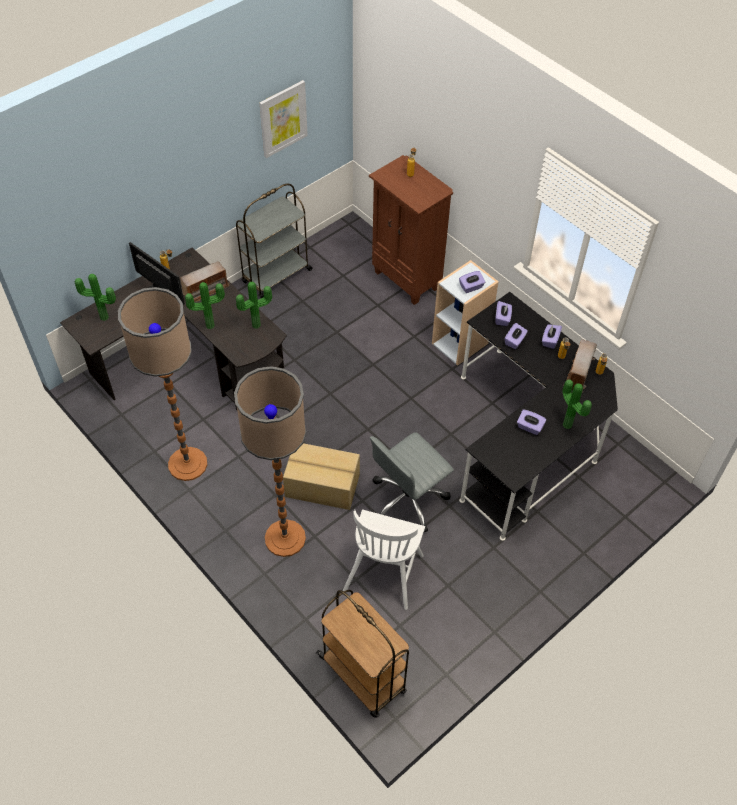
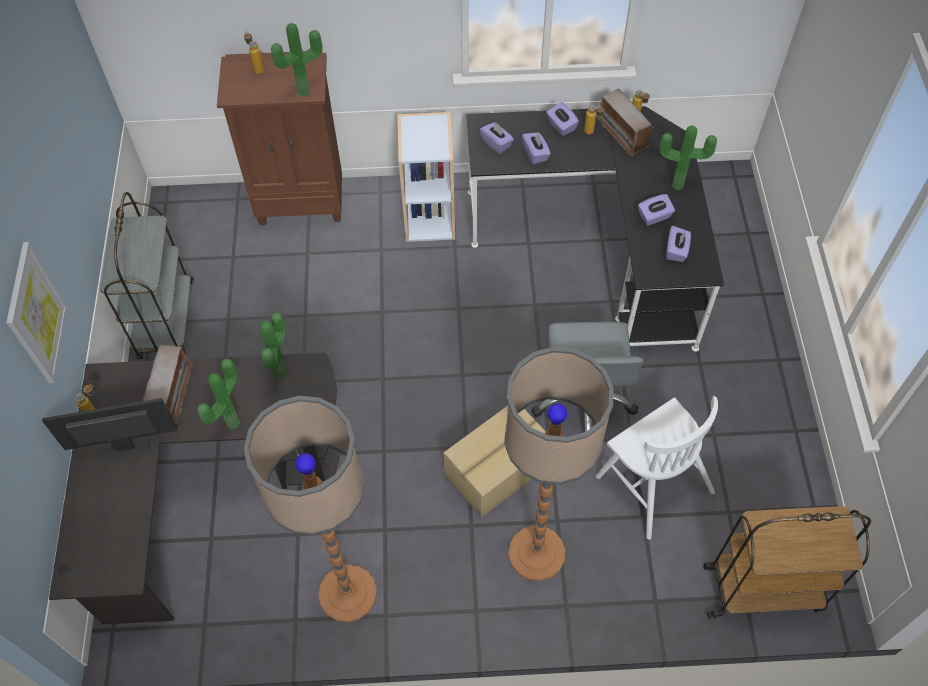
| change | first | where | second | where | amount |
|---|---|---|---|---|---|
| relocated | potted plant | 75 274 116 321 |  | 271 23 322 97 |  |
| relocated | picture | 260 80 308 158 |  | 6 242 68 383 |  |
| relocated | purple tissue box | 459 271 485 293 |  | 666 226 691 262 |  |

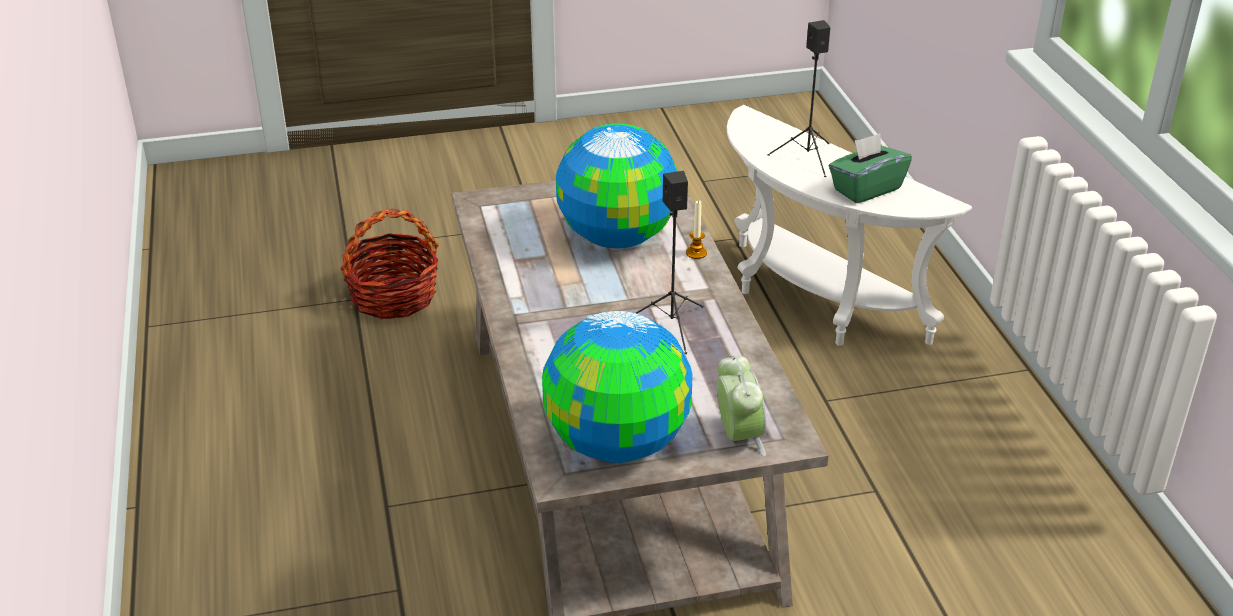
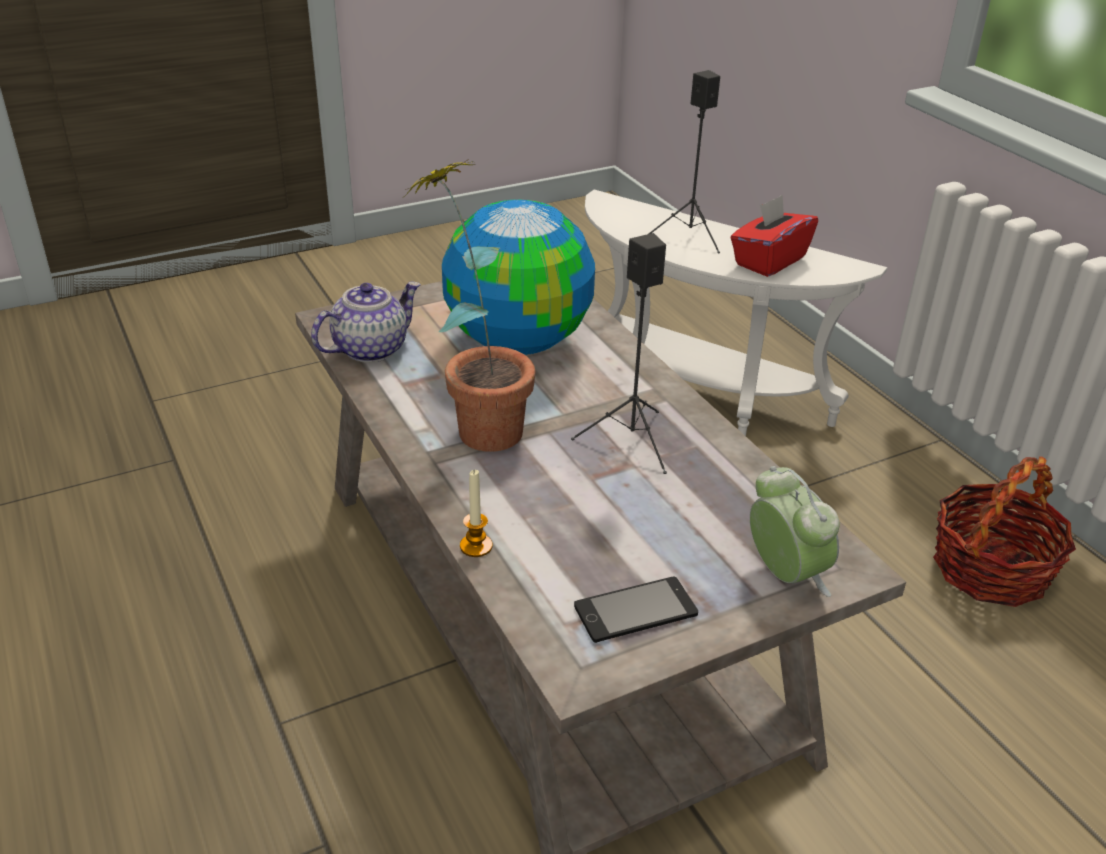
| change | first | where | second | where | amount |
|---|---|---|---|---|---|
| appeared |  |  | teapot | 311 282 421 363 |  |
| appeared |  |  | potted plant | 404 159 536 452 |  |
| relocated | basket | 340 208 439 319 |  | 933 456 1076 607 |  |
| relocated | candle | 686 200 707 259 |  | 460 470 492 557 |  |
| exchanged | globe | 542 311 693 463 | phone | 574 577 698 643 |  |
| colour | green tissue box | 829 133 912 203 | red tissue box | 730 195 818 277 |  |

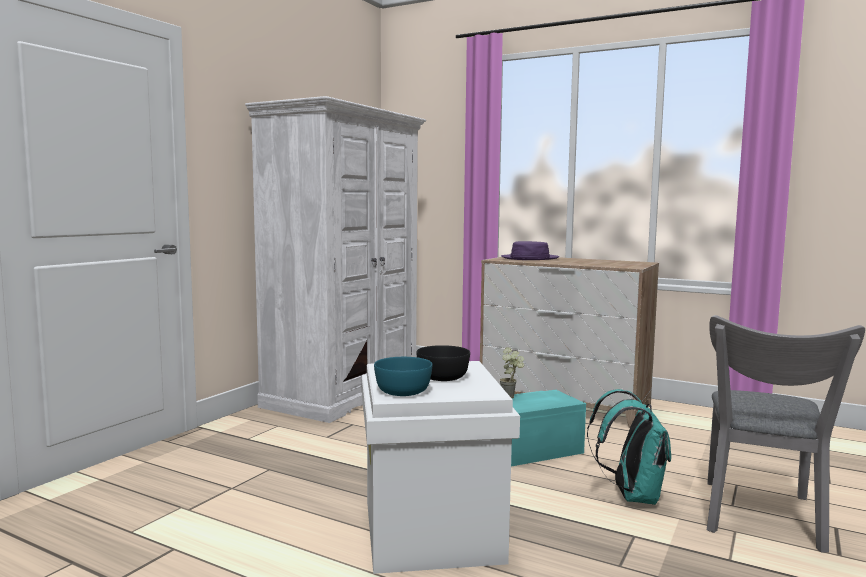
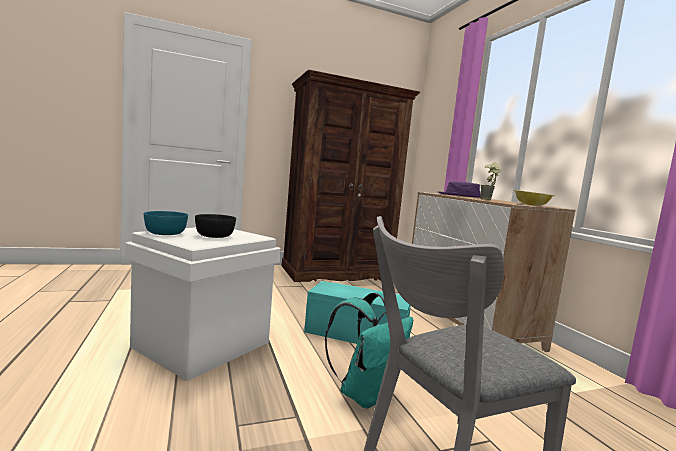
| change | first | where | second | where | amount |
|---|---|---|---|---|---|
| appeared |  |  | bowl | 514 190 555 206 |  |
| relocated | potted plant | 499 347 524 398 |  | 480 162 502 200 |  |
| colour | white wardrobe | 245 96 426 423 | brown wardrobe | 282 70 420 282 |  |

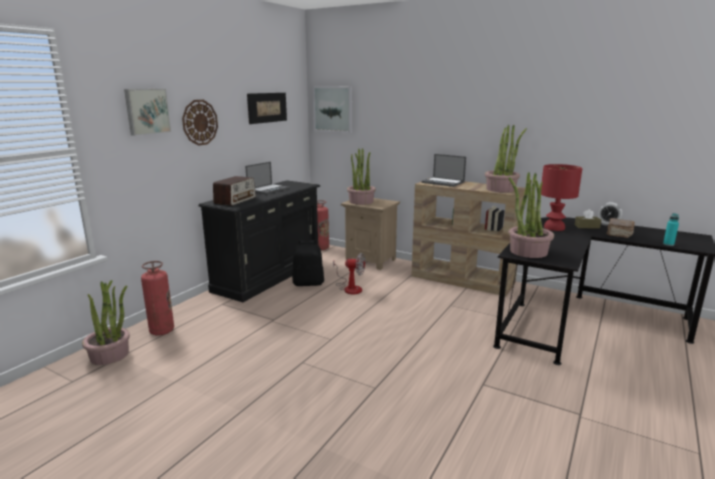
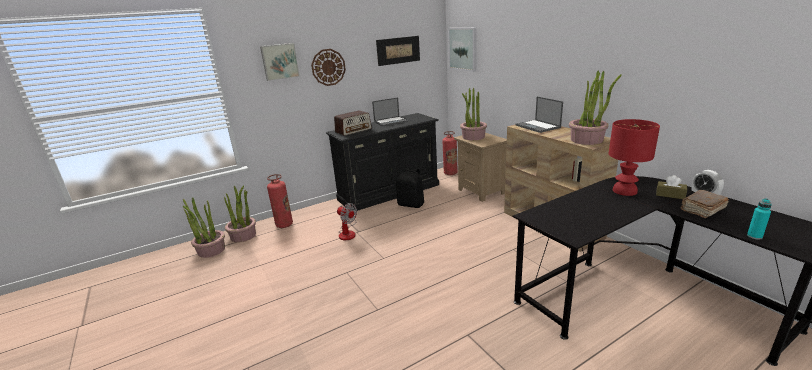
| change | first | where | second | where | amount |
|---|---|---|---|---|---|
| relocated | fan | 333 253 365 294 |  | 337 203 357 240 |  |
| relocated | potted plant | 508 172 554 258 |  | 183 197 225 258 |  |

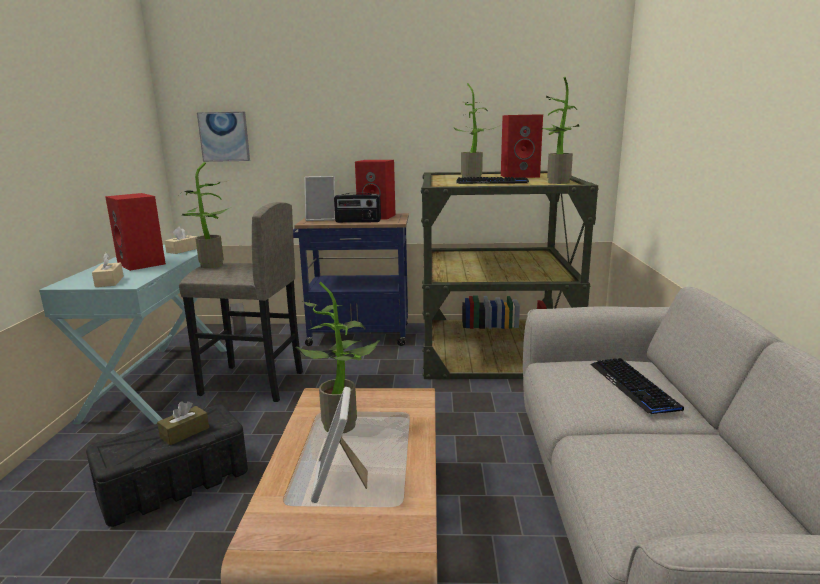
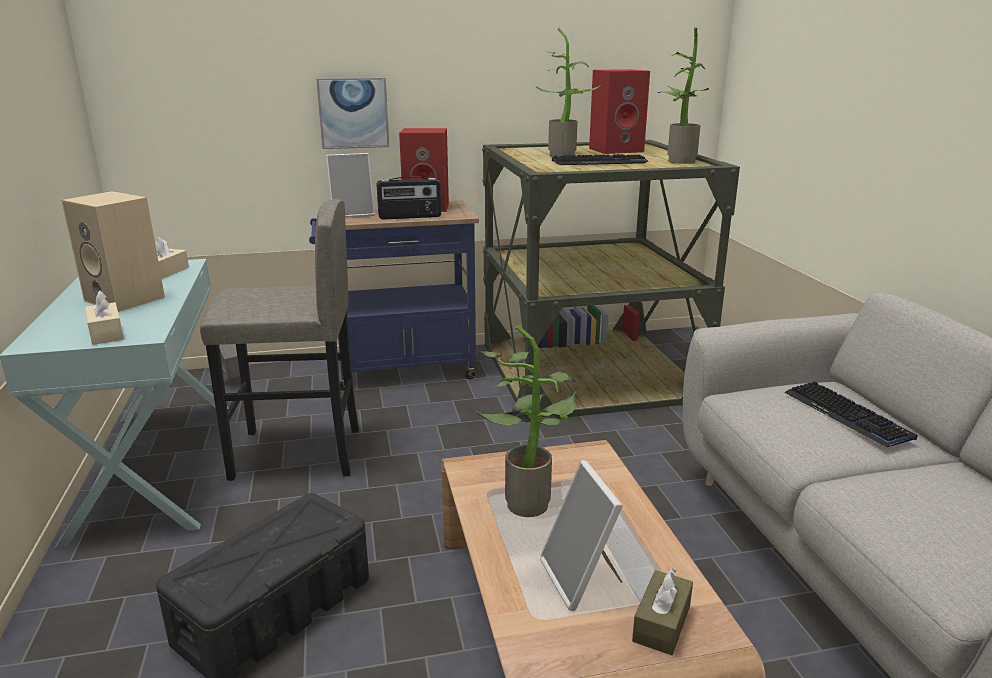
| change | first | where | second | where | amount |
|---|---|---|---|---|---|
| missing | potted plant | 179 162 229 268 |  |  |  |
| relocated | brown tissue box | 157 401 209 445 |  | 632 569 693 655 |  |
| relocated | picture | 197 112 250 162 |  | 316 78 389 149 |  |
| colour | red speaker | 105 193 166 271 | beige speaker | 61 191 165 312 |  |

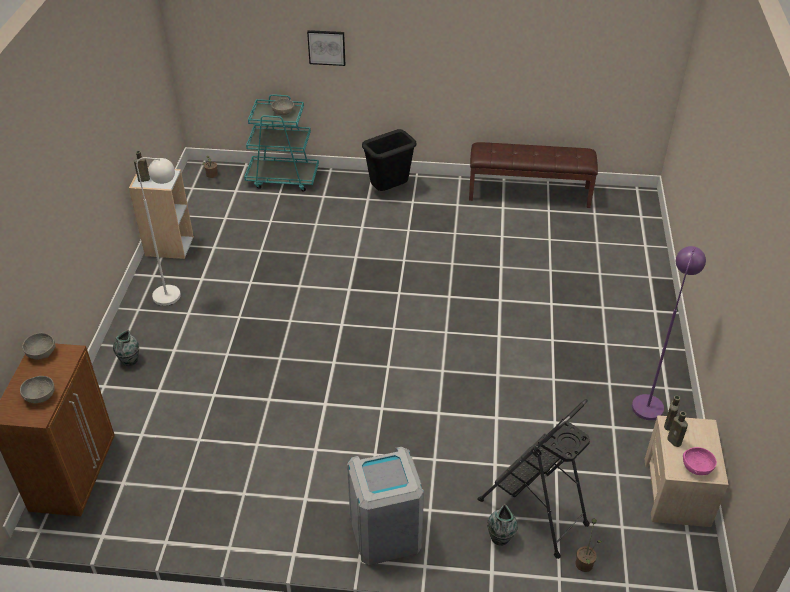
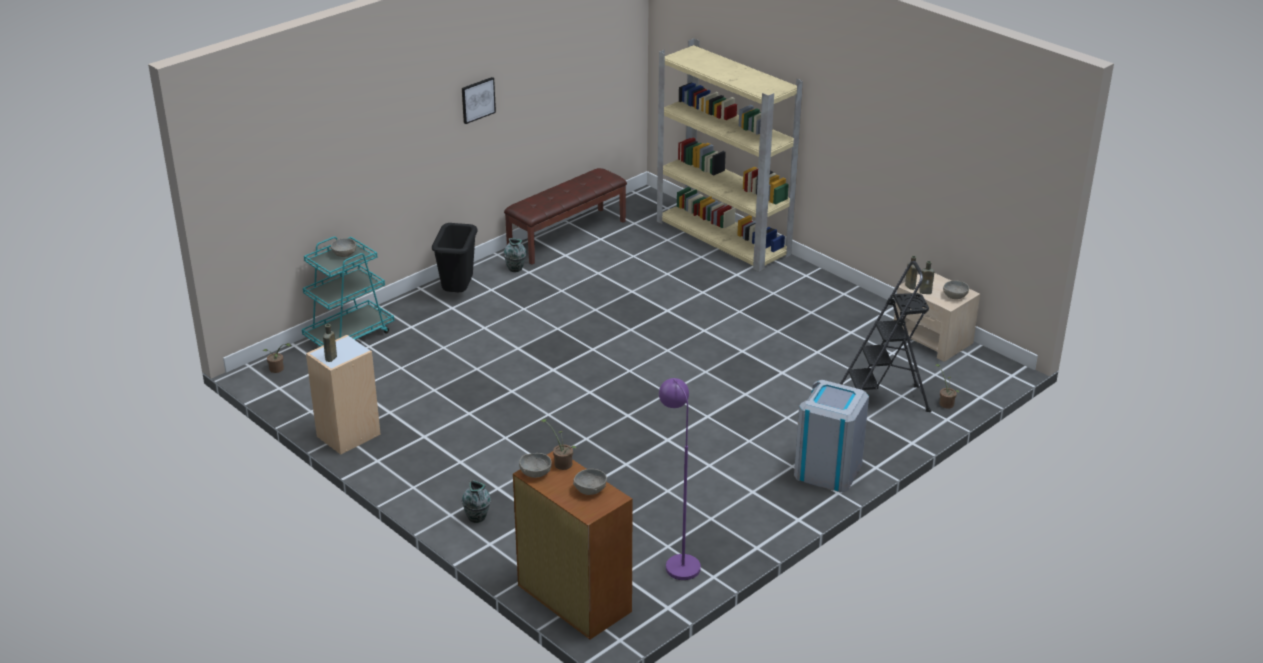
| change | first | where | second | where | amount |
|---|---|---|---|---|---|
| missing | white floor lamp | 136 157 181 306 |  |  |  |
| appeared |  |  | potted plant | 541 419 577 470 |  |
| appeared |  |  | beige bookcase | 657 39 803 272 |  |
| relocated | picture | 307 30 345 66 |  | 462 77 496 124 |  |
| relocated | vase | 487 504 518 546 |  | 503 238 526 272 |  |
| relocated | purple floor lamp | 632 246 706 420 |  | 659 378 701 580 |  |
| colour | pink bowl | 683 447 717 475 | grey bowl | 943 280 969 299 |  |

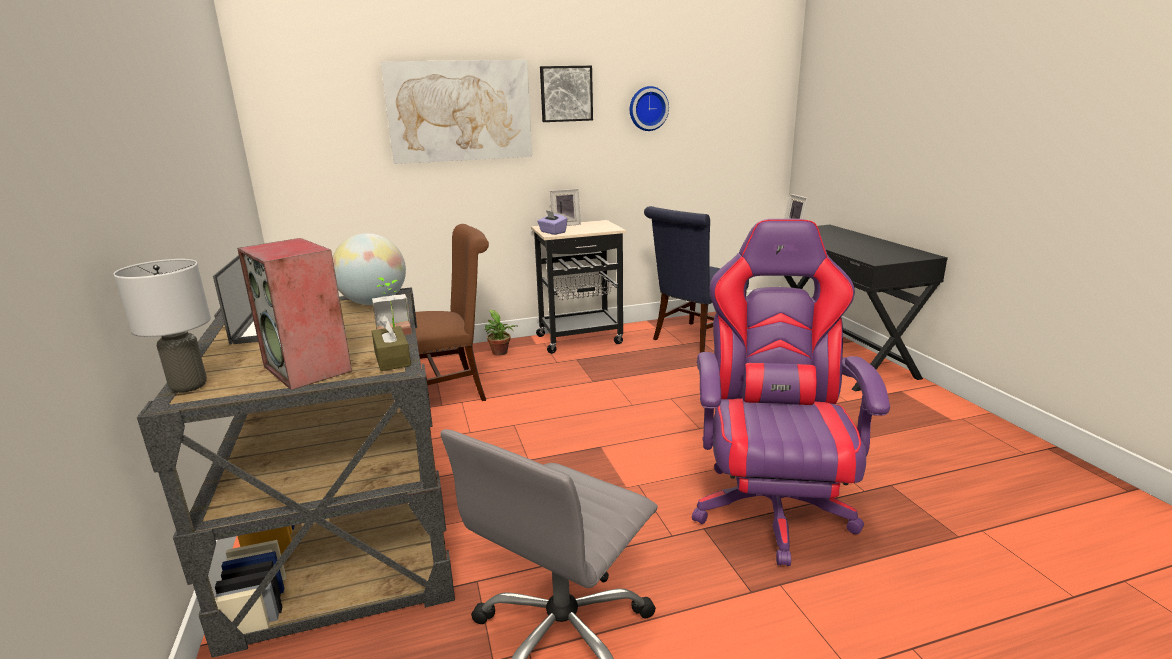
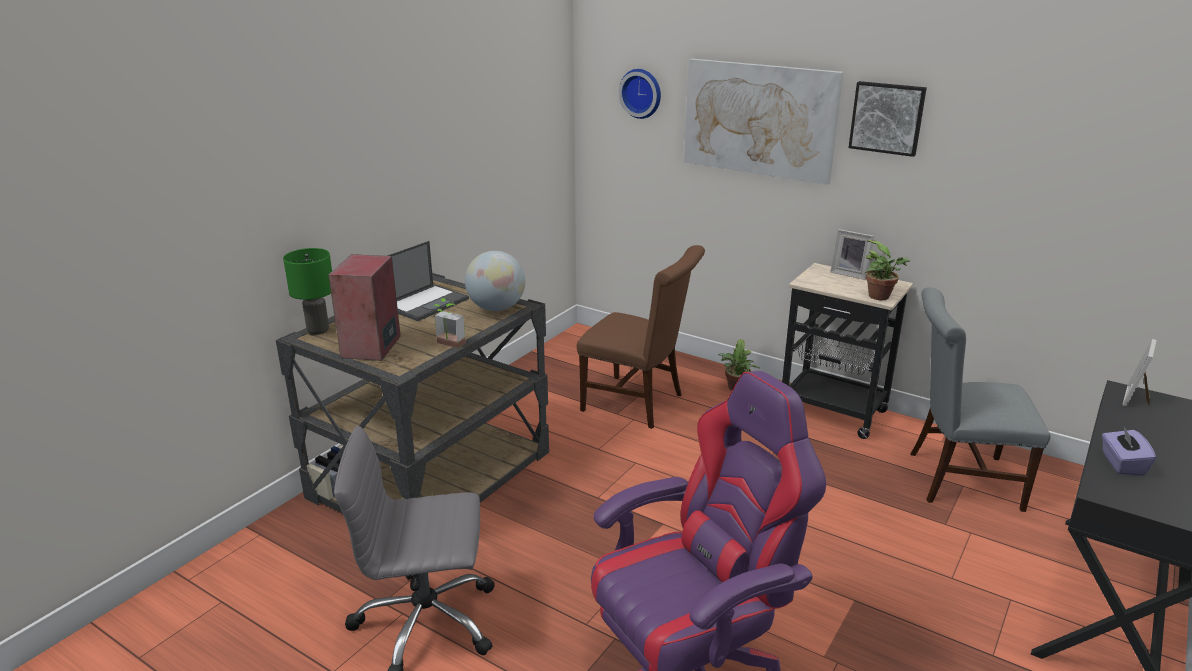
| change | first | where | second | where | amount |
|---|---|---|---|---|---|
| missing | brown tissue box | 372 315 411 371 |  |  |  |
| appeared |  |  | potted plant | 864 240 910 300 |  |
| relocated | purple tissue box | 537 210 568 235 |  | 1102 427 1156 476 |  |
| relocated | wall clock | 630 86 669 131 |  | 619 69 661 119 |  |
| colour | white table lamp | 113 259 211 393 | green table lamp | 283 248 332 335 |  |
| colour | blue chair | 644 206 749 353 | grey chair | 910 287 1051 512 |  |

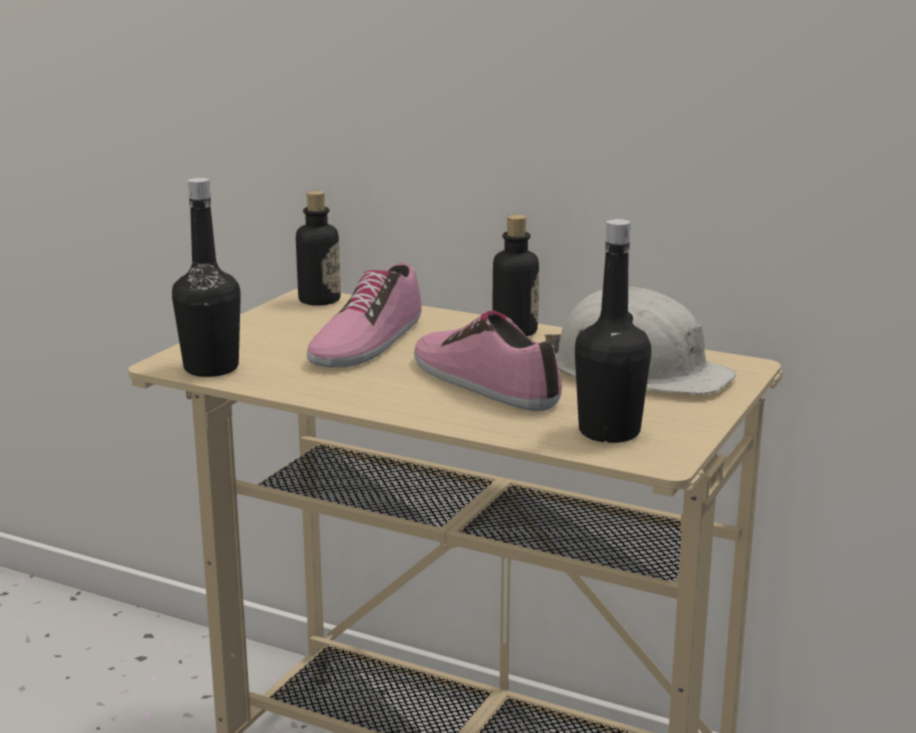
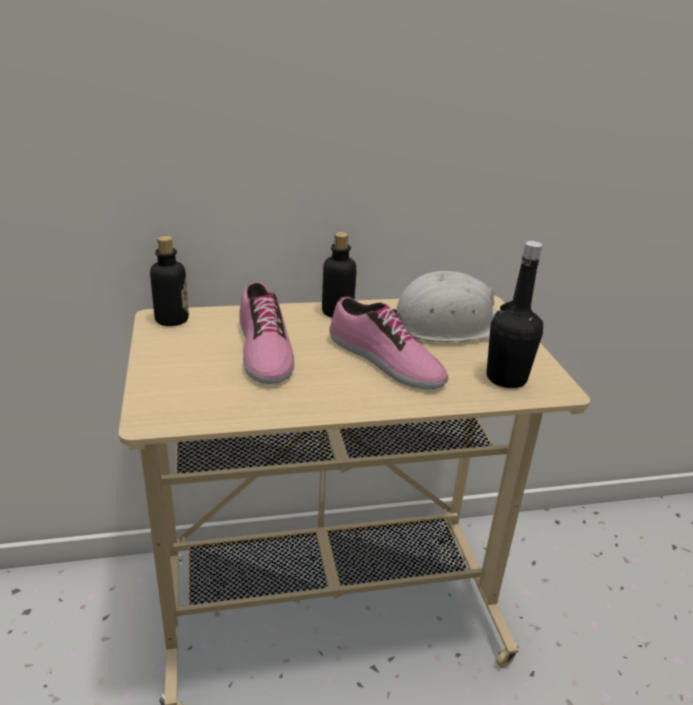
| change | first | where | second | where | amount |
|---|---|---|---|---|---|
| missing | black bottle | 172 178 241 377 |  |  |  |
| spun | shoe | 414 311 562 411 |  | 329 297 449 389 | 150 degrees counterclockwise |

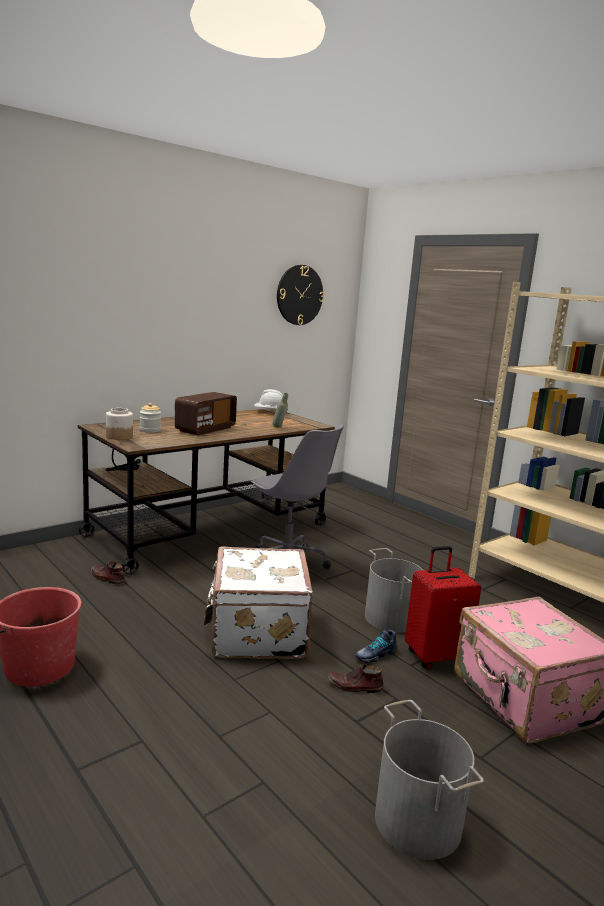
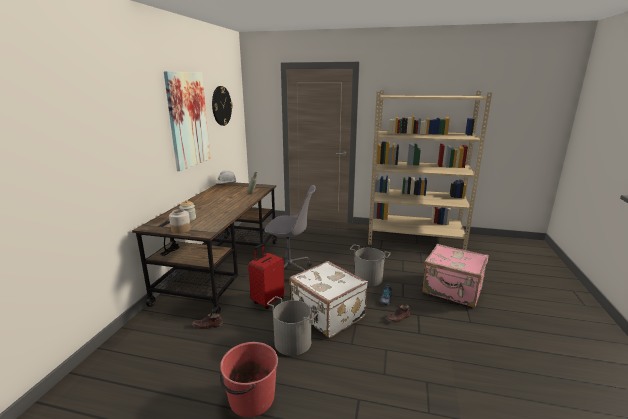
| change | first | where | second | where | amount |
|---|---|---|---|---|---|
| missing | radio | 174 392 237 436 |  |  |  |
| appeared |  |  | picture | 164 71 211 171 |  |
| relocated | grey bucket | 375 700 484 860 |  | 267 296 319 356 |  |
| relocated | red suitcase | 405 546 481 670 |  | 248 244 285 309 |  |

